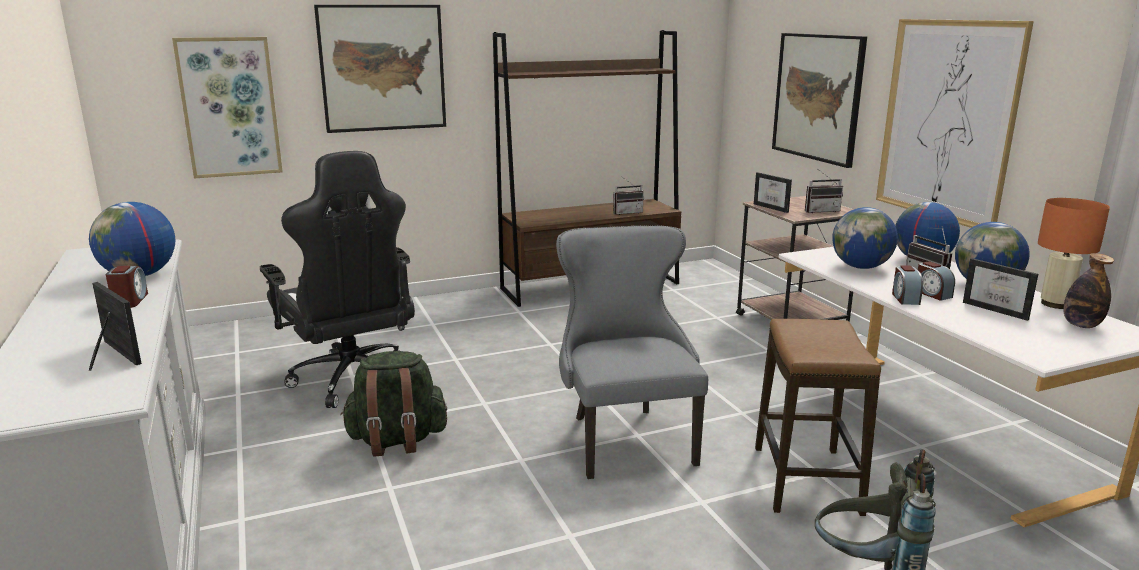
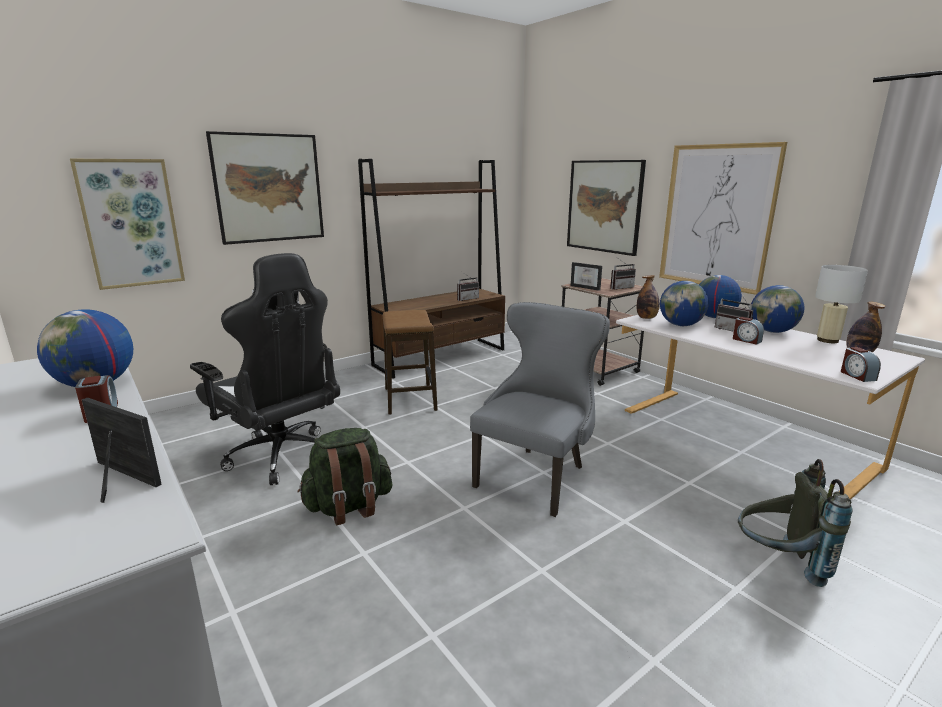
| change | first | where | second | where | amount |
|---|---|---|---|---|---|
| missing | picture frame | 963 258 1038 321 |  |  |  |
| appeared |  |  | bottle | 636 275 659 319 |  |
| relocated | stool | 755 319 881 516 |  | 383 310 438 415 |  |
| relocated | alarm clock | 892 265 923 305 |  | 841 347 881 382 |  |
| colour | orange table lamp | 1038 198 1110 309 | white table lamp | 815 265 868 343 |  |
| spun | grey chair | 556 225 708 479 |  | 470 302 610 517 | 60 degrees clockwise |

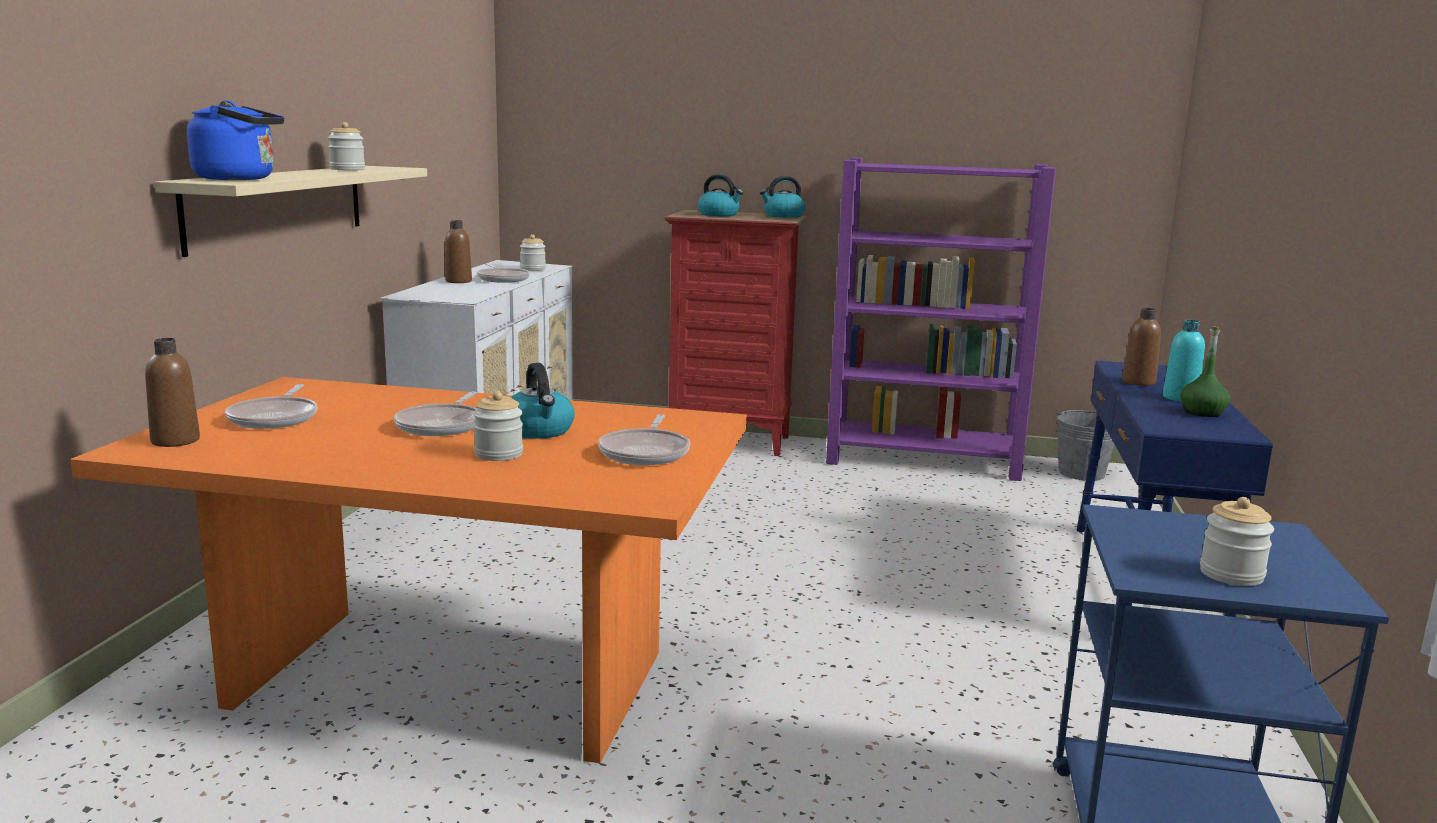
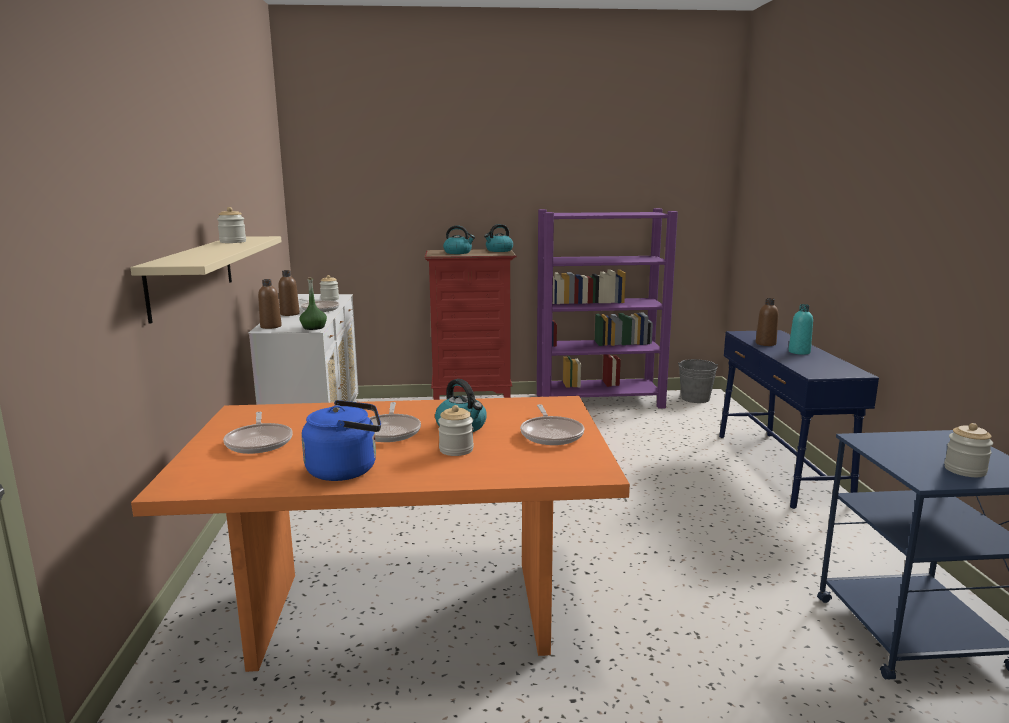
| change | first | where | second | where | amount |
|---|---|---|---|---|---|
| relocated | brown bottle | 145 338 200 447 |  | 258 279 282 329 |  |
| relocated | blue kettle | 187 100 284 180 |  | 302 400 381 481 |  |
| relocated | green bottle | 1180 326 1230 417 |  | 300 277 327 330 |  |

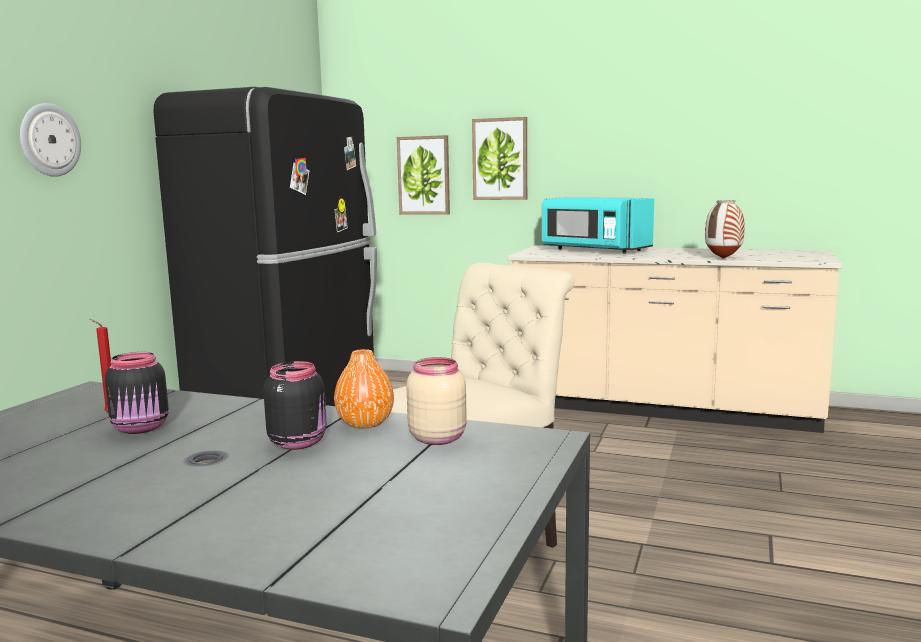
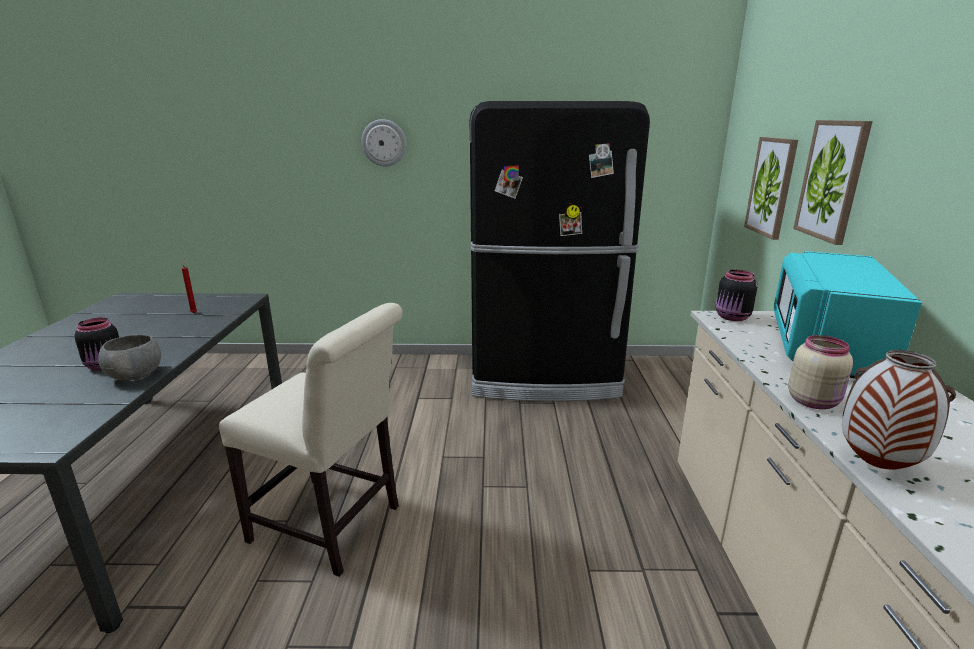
| change | first | where | second | where | amount |
|---|---|---|---|---|---|
| relocated | black jar | 105 352 169 434 |  | 716 270 757 321 |  |
| relocated | beige jar | 406 357 467 445 |  | 788 335 853 409 |  |
| exchanged | orange vase | 334 349 394 429 | grey bowl | 98 335 161 380 |  |

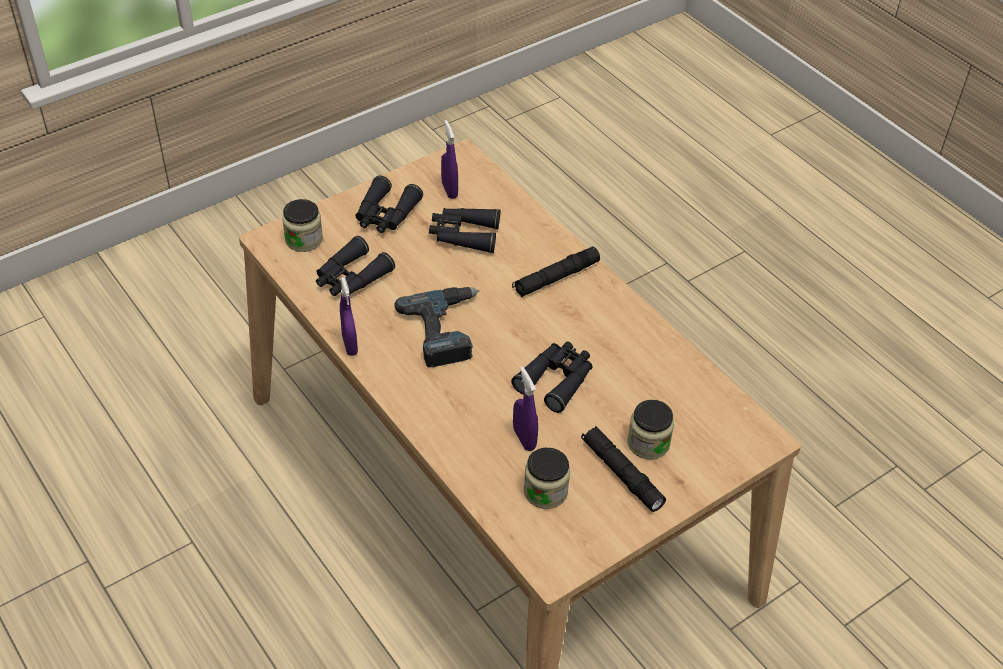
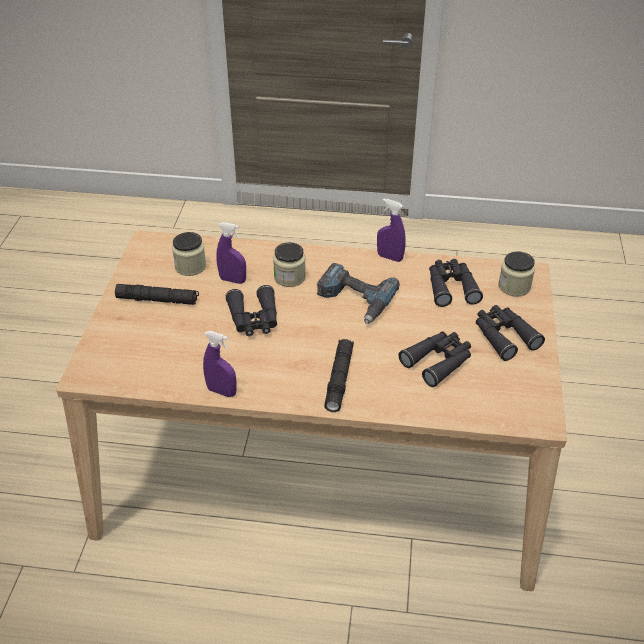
| change | first | where | second | where | amount |
|---|---|---|---|---|---|
| relocated | purple spray bottle | 441 120 458 199 |  | 203 331 237 397 |  |
| relocated | jar | 627 400 674 459 |  | 273 242 306 287 |  |

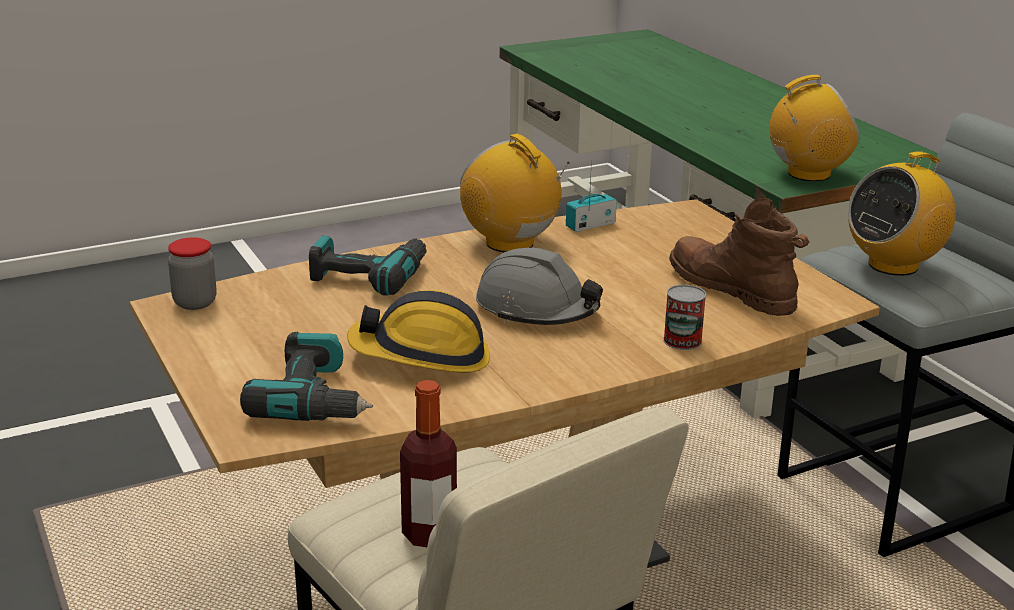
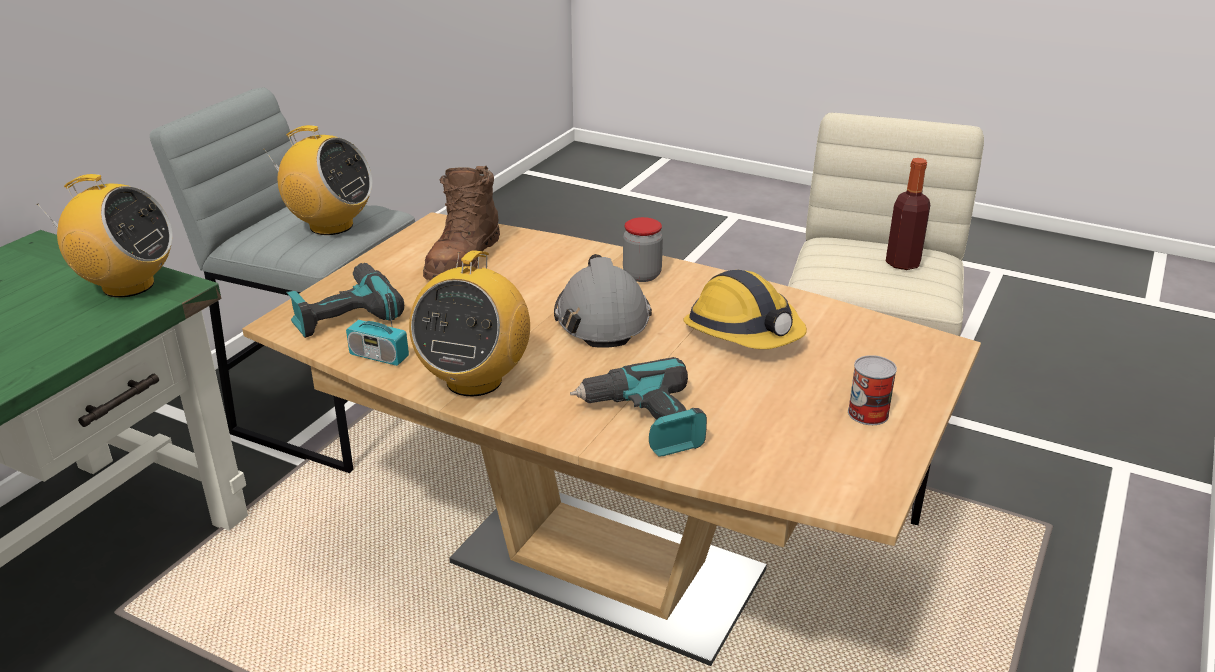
| change | first | where | second | where | amount |
|---|---|---|---|---|---|
| relocated | jar | 168 237 217 310 |  | 623 217 663 282 |  |
| relocated | power drill | 240 332 373 421 |  | 286 263 404 338 |  |
| relocated | can | 663 285 706 350 |  | 848 355 897 425 |  |
| spun | radio | 769 75 860 182 |  | 37 174 173 298 | 150 degrees clockwise |

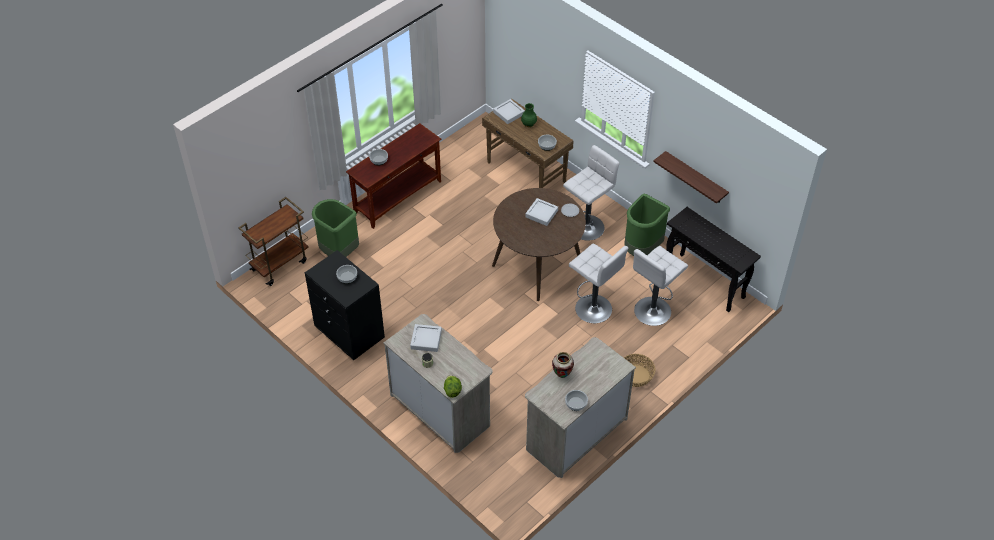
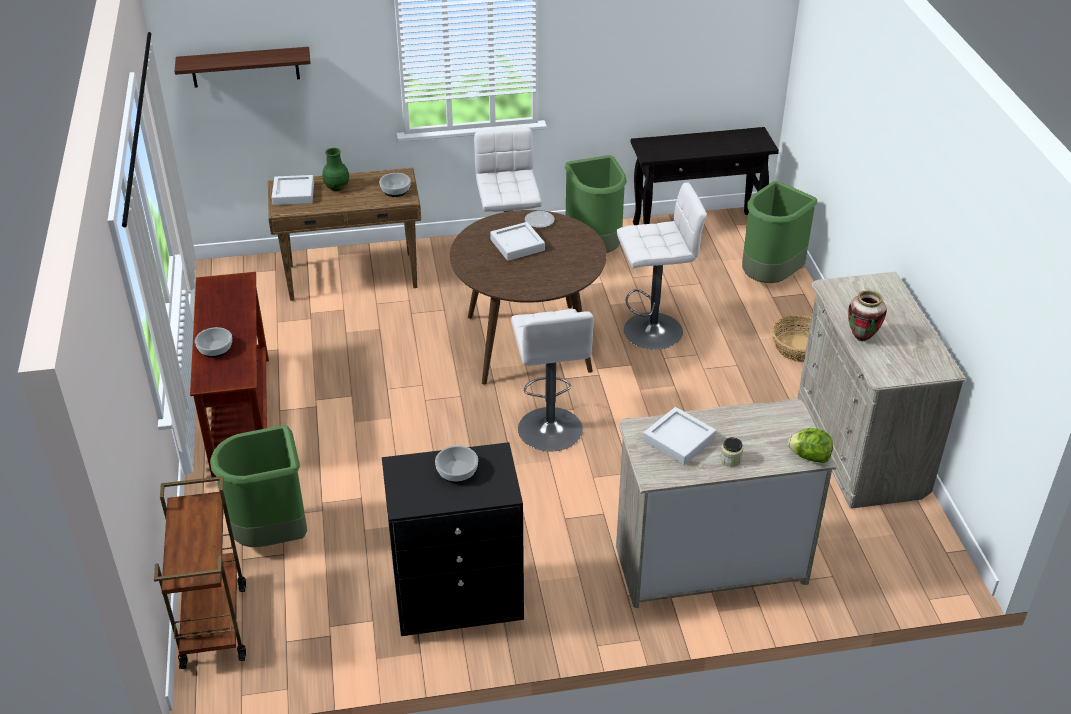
| change | first | where | second | where | amount |
|---|---|---|---|---|---|
| missing | bowl | 565 390 588 411 |  |  |  |
| appeared |  |  | green trash can | 742 181 817 283 |  |
| relocated | white stool | 633 246 688 326 |  | 511 309 594 451 |  |
| relocated | shelf | 653 151 729 204 |  | 174 47 311 87 |  |

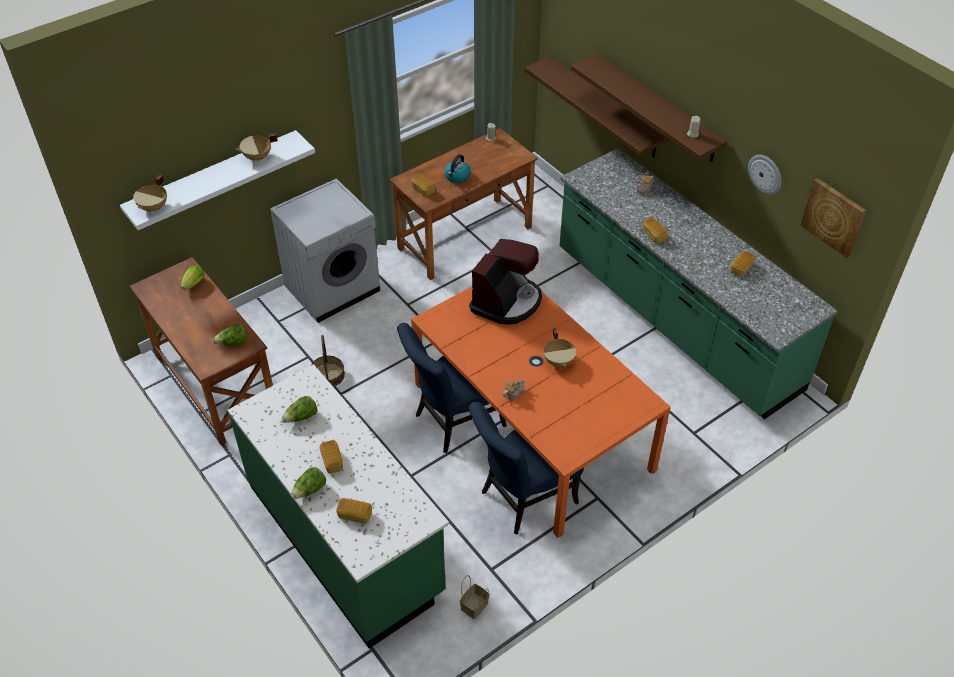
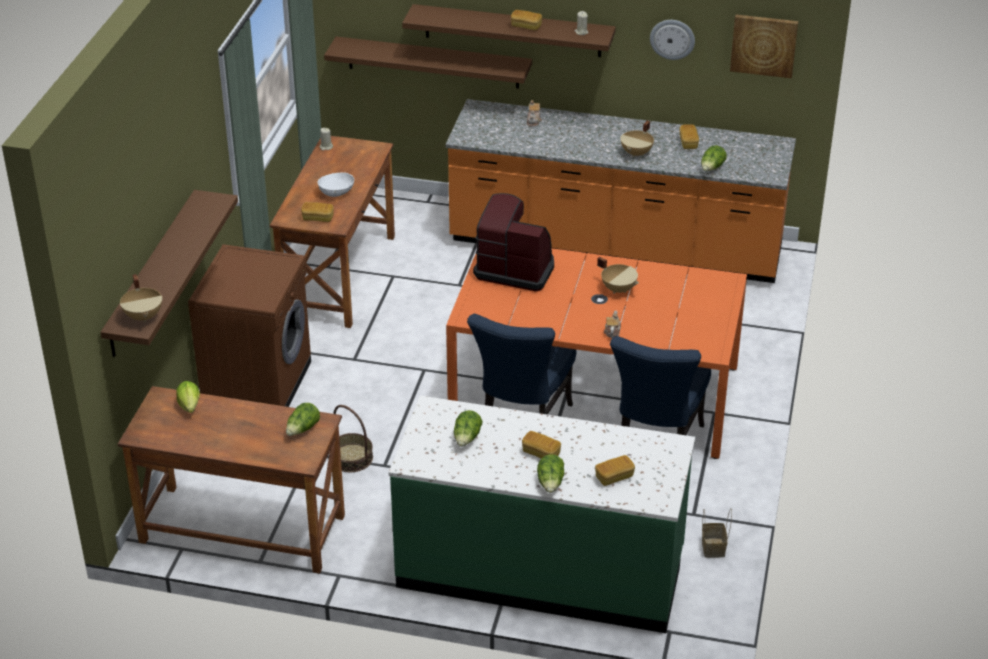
| change | first | where | second | where | amount |
|---|---|---|---|---|---|
| appeared |  |  | lettuce | 701 145 727 171 |  |
| relocated | beige cooking pot | 236 133 278 162 |  | 620 121 654 157 |  |
| relocated | bread | 643 218 668 243 |  | 511 10 542 30 |  |
| exchanged | kettle | 444 154 471 183 | white bowl | 317 172 354 197 |  |
| colour | white shelf | 120 130 315 230 | brown shelf | 100 190 238 357 |  |
| colour | white washing machine | 270 178 380 323 | brown washing machine | 188 244 311 407 |  |
| colour | green counter | 560 148 838 419 | orange counter | 446 99 796 283 |  |
| spun | coffee machine | 469 239 542 325 |  | 473 193 554 291 | 60 degrees counterclockwise |

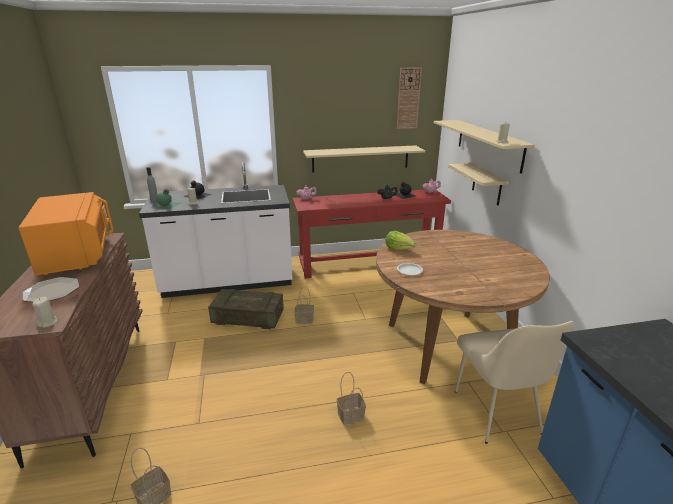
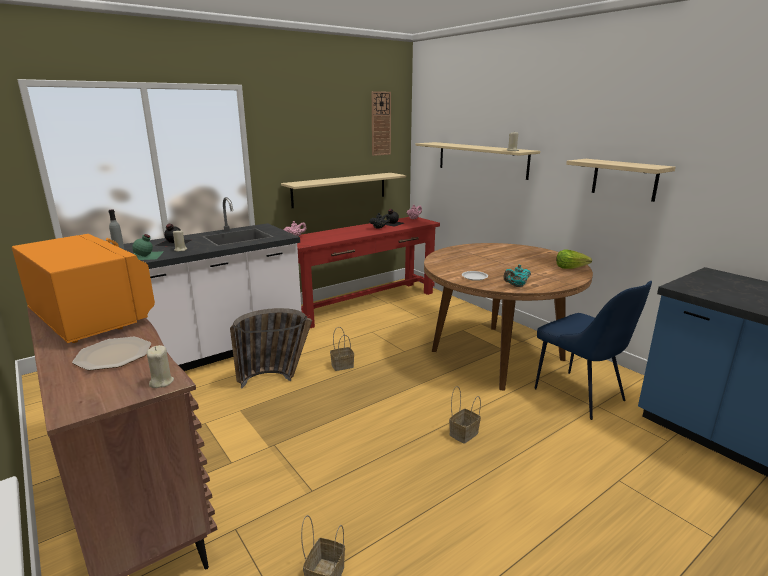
| change | first | where | second | where | amount |
|---|---|---|---|---|---|
| appeared |  |  | turquoise teapot | 503 265 531 287 |  |
| relocated | lettuce | 385 231 416 250 |  | 556 249 592 269 |  |
| relocated | shelf | 448 163 509 205 |  | 566 159 676 202 |  |
| exchanged | crate | 208 289 284 329 | basket | 230 308 312 388 |  |
| colour | beige chair | 455 321 575 444 | blue chair | 535 281 652 420 |  |

